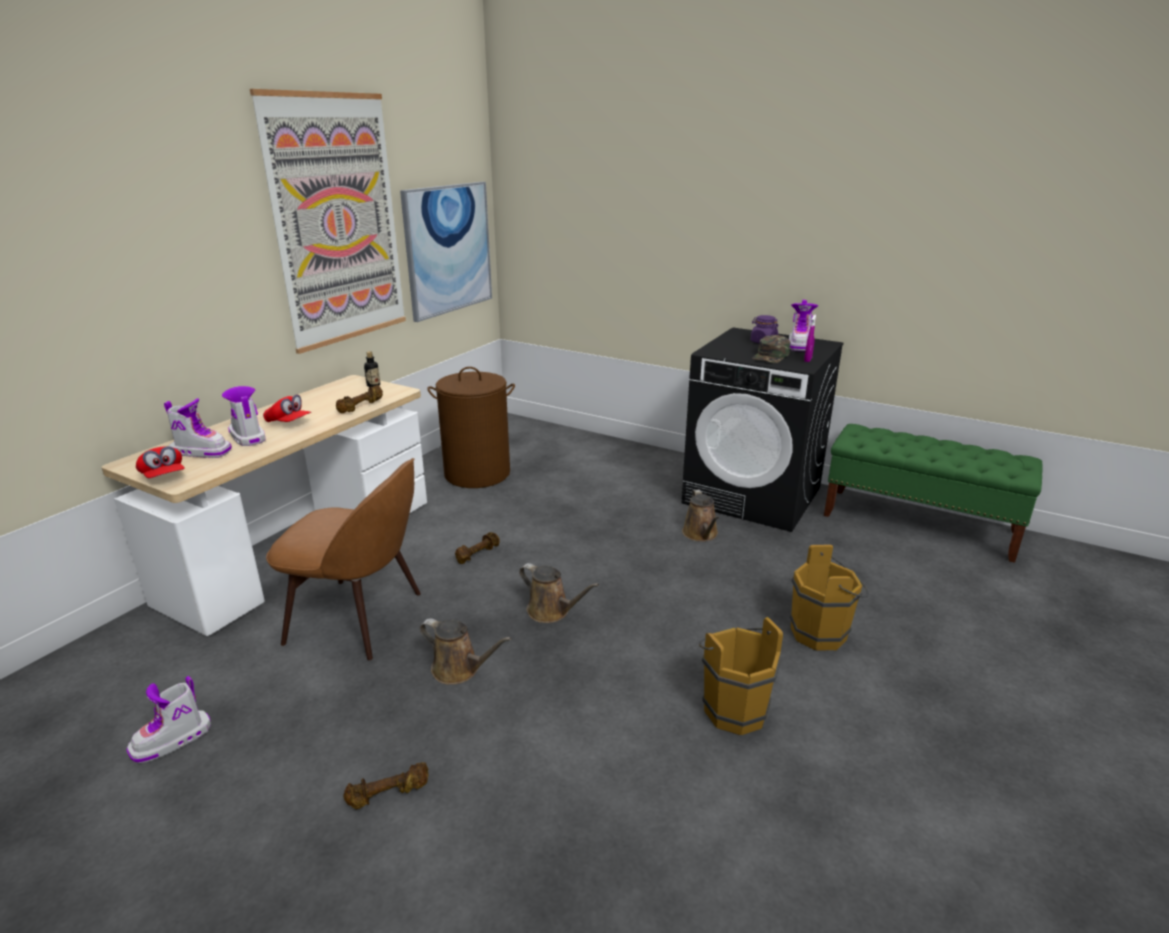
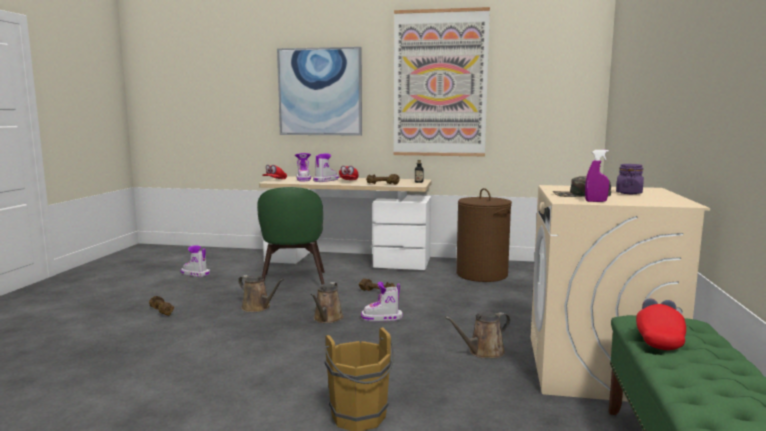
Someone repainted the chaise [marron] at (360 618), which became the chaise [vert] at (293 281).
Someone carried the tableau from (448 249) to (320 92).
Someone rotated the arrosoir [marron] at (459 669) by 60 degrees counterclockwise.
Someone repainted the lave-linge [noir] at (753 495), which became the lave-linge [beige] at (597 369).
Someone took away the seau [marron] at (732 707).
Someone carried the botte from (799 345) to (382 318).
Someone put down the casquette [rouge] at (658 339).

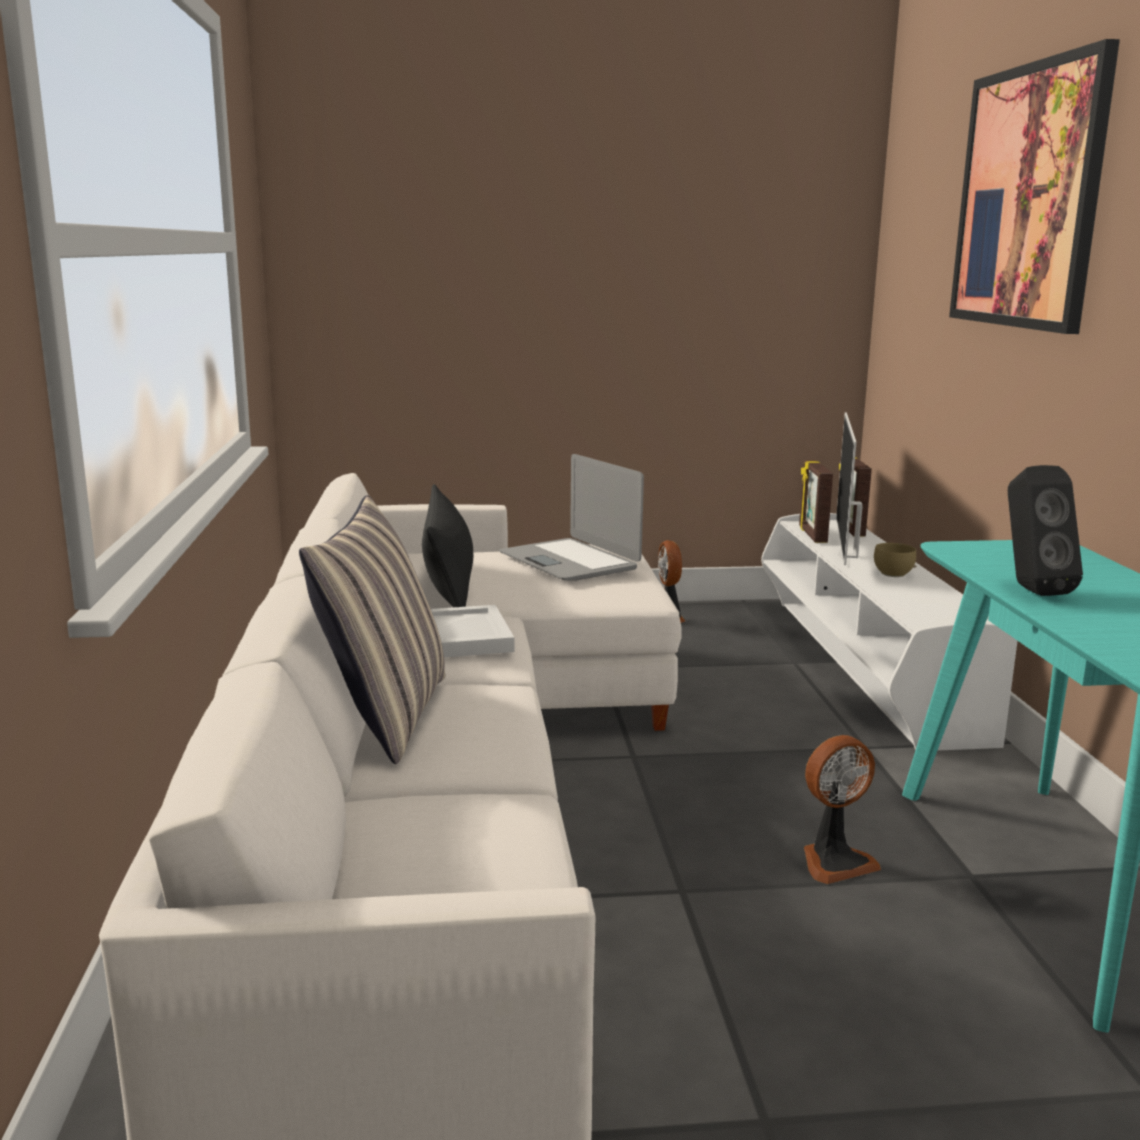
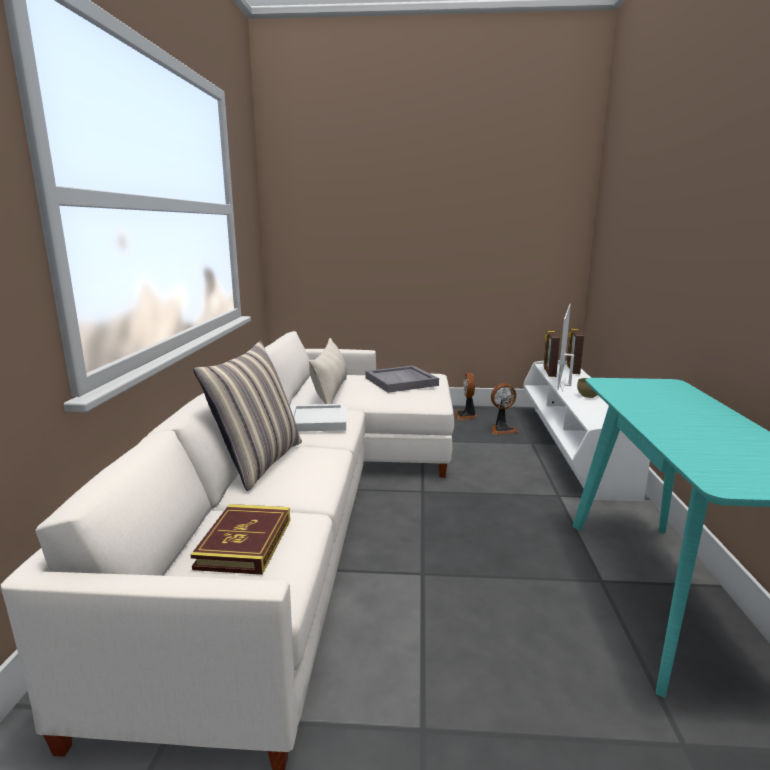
Someone repainted the coussin [noir] at (449 587), which became the coussin [beige] at (330 393).
Someone swapped the ordinateur portable at (570 561) for the plateau [gris] at (402 382).
Someone carried the ventilateur from (834 861) to (501 429).
Someone took away the tableau at (1028 197).
Someone took away the enceinte [noir] at (1030 590).
Someone put down the livre at (245 543).

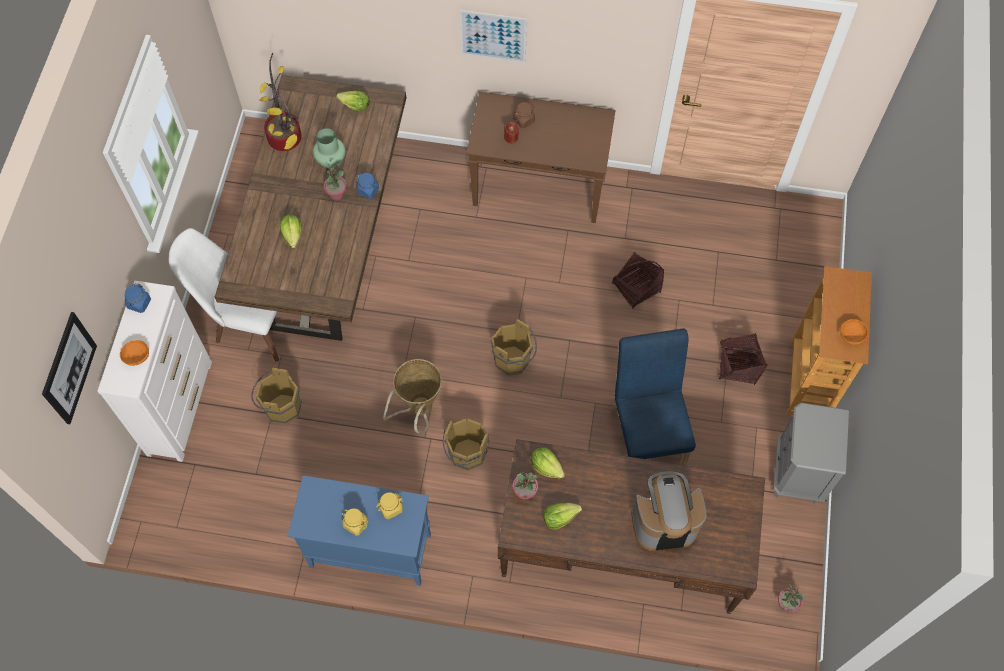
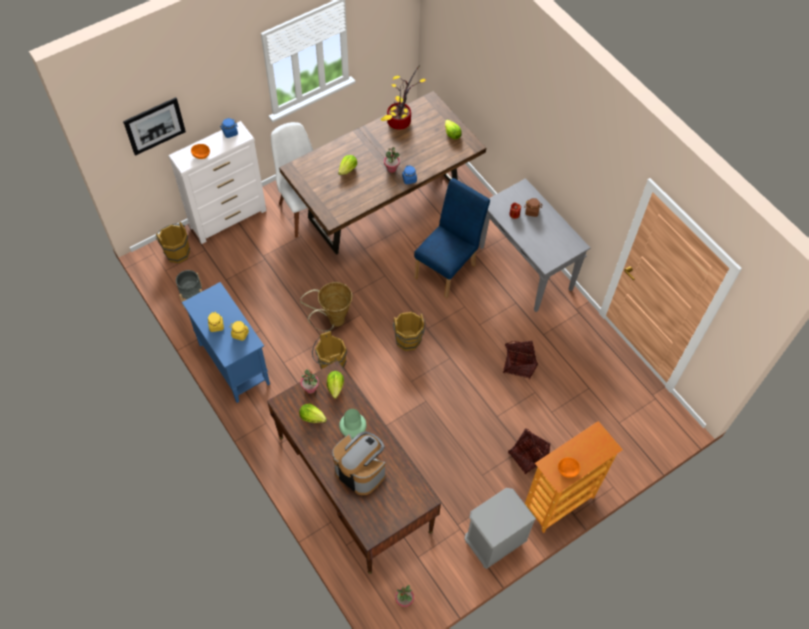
Someone carried the seau [marron] from (280 408) to (177 252).
Someone carried the vase [vert] from (330 161) to (352 430).
Someone took away the tableau at (493 36).
Someone repainted the table console [marron] at (540 188), which became the table console [gris] at (526 269).
Someone carried the chaise [bleu] from (647 433) to (448 268).
Someone put down the cache-pot [gris] at (192 296).

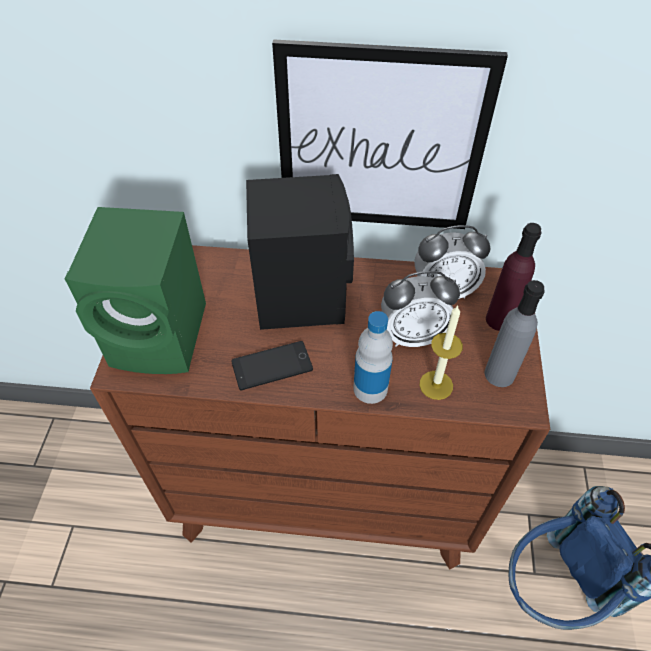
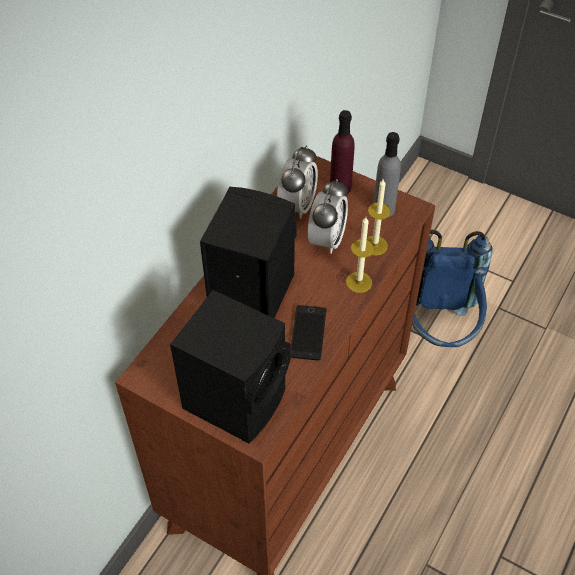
Someone repainted the enceinte [vert] at (163 336), which became the enceinte [noir] at (237 397).
Someone took away the tableau at (380 143).
Someone swapped the bouteille at (370 388) for the bougie at (359 282).

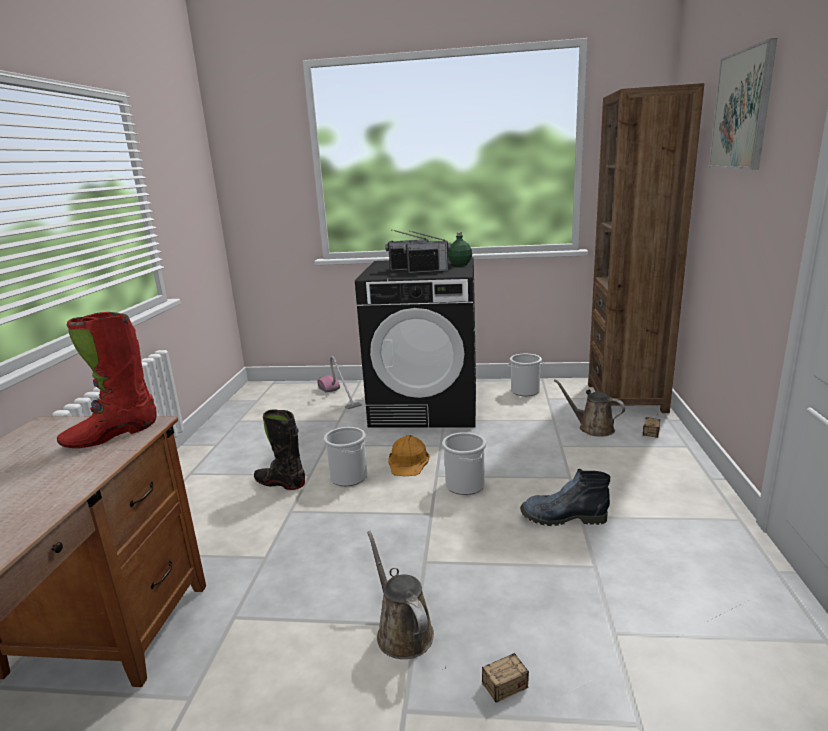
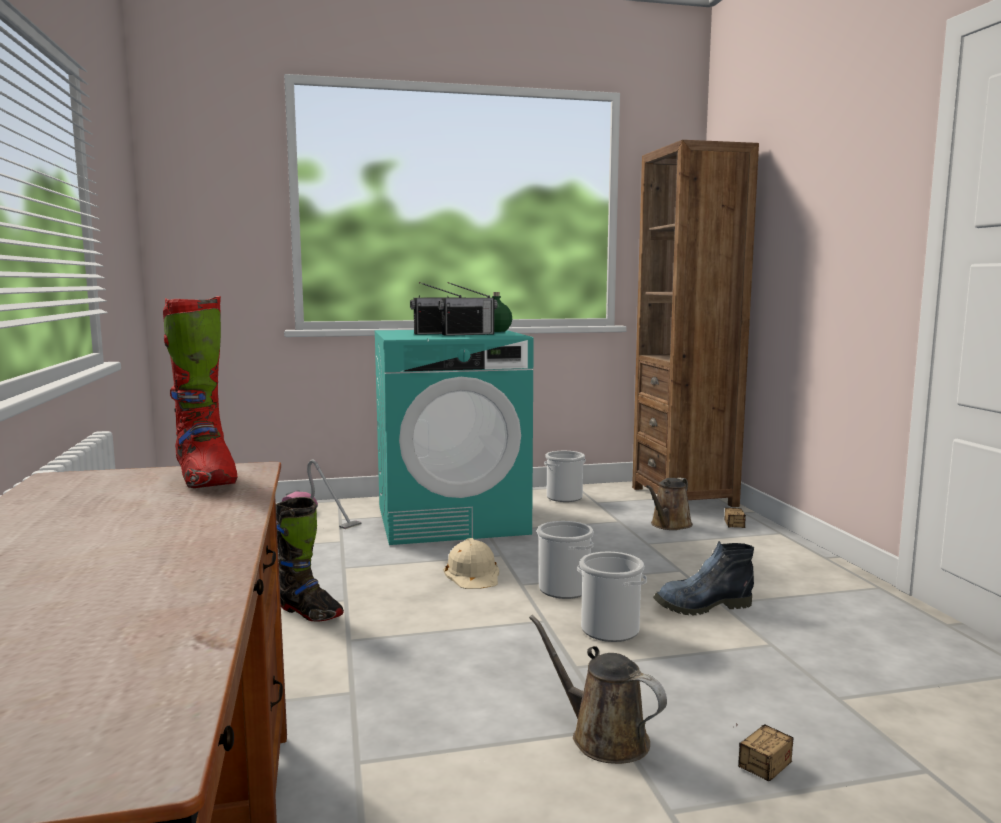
Someone rotated the botte [rouge] at (111 435) by 60 degrees counterclockwise.
Someone rotated the botte [noir] at (280 483) by 150 degrees counterclockwise.
Someone carried the seau from (349 477) to (610 630).
Someone repainted the lave-linge [noir] at (426 407), which became the lave-linge [turquoise] at (452 519).
Someone repainted the casque de chantier [orange] at (408 461), which became the casque de chantier [beige] at (473 574).
Someone rotated the arrosoir [marron] at (593 428) by 75 degrees counterclockwise.
Someone took away the tableau at (742 110).

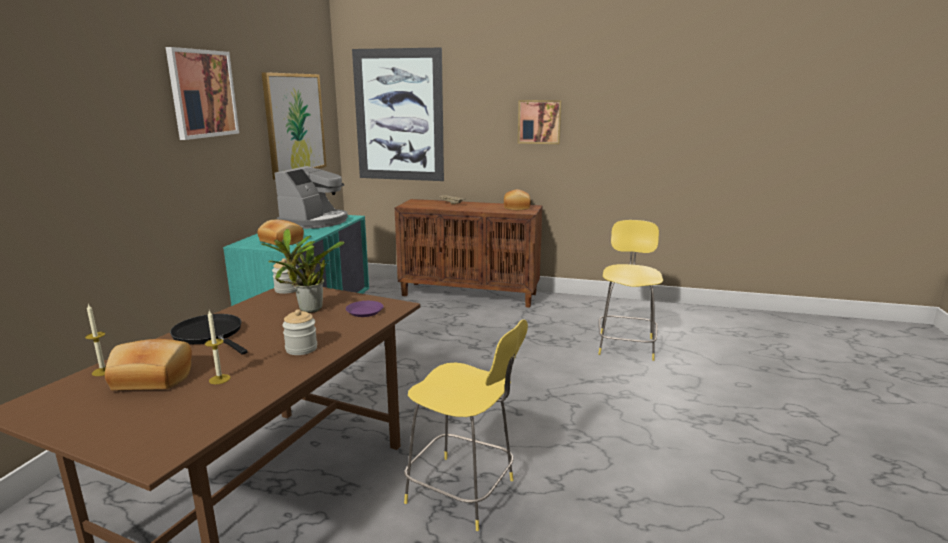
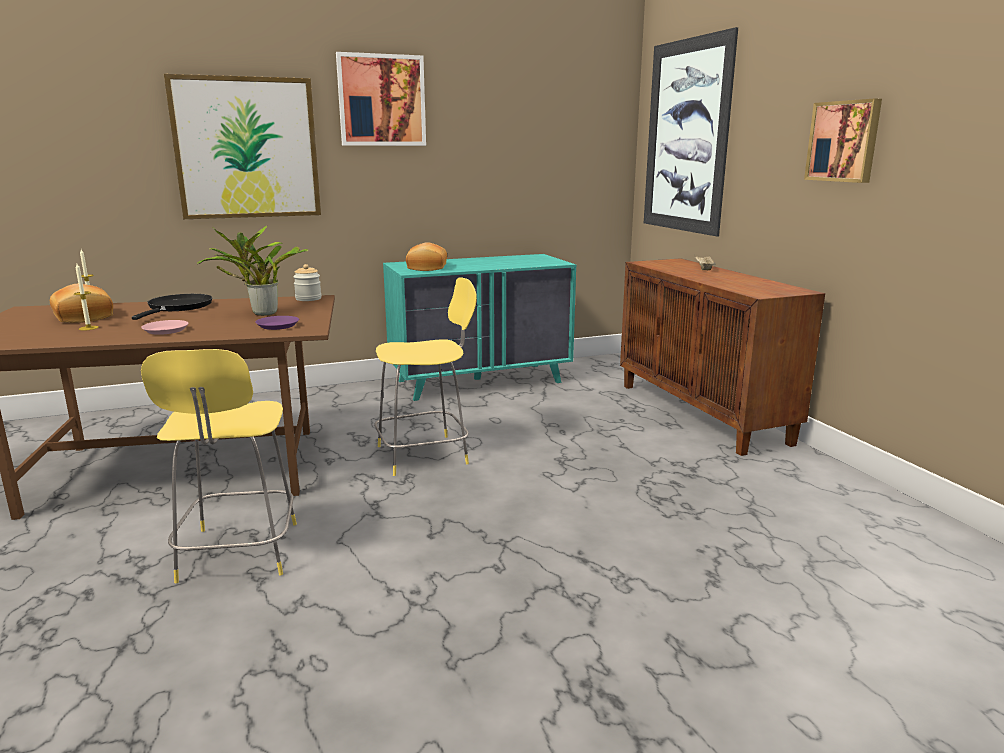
Someone carried the tableau from (295 124) to (246 148).
Someone took away the machine à café at (315 222).
Someone swapped the bocal at (301 349) for the assiette [rose] at (165 330).
Someone took away the pain at (517 207).
Someone carried the tabouret [jaune] from (626 345) to (426 454).

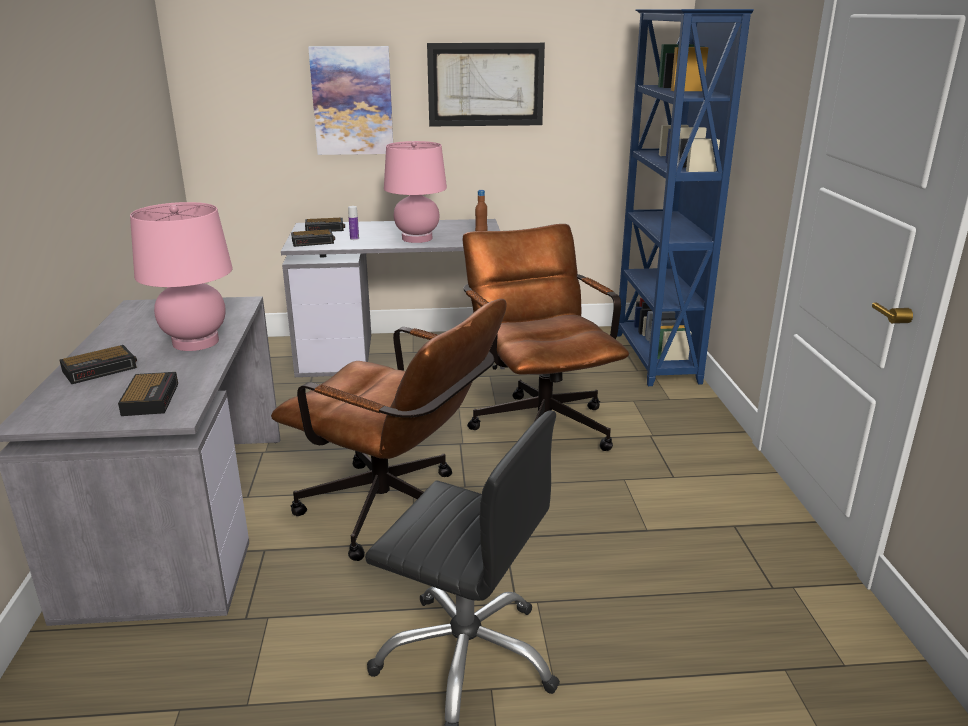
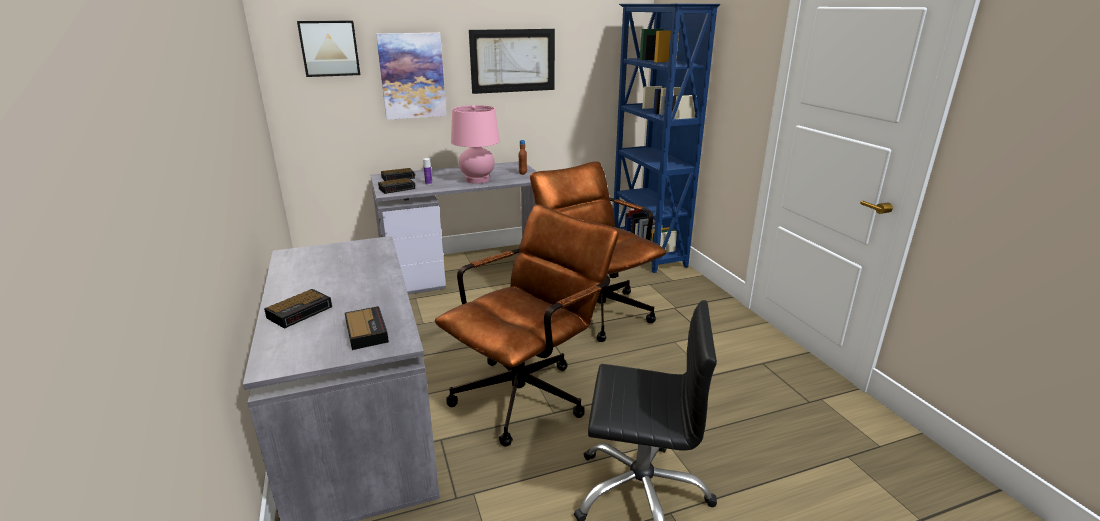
Someone took away the lampe de table [rose] at (195 342).
Someone rotated the chaise de bureau [marron] at (397 513) by 60 degrees counterclockwise.
Someone put up the tableau at (329 48).

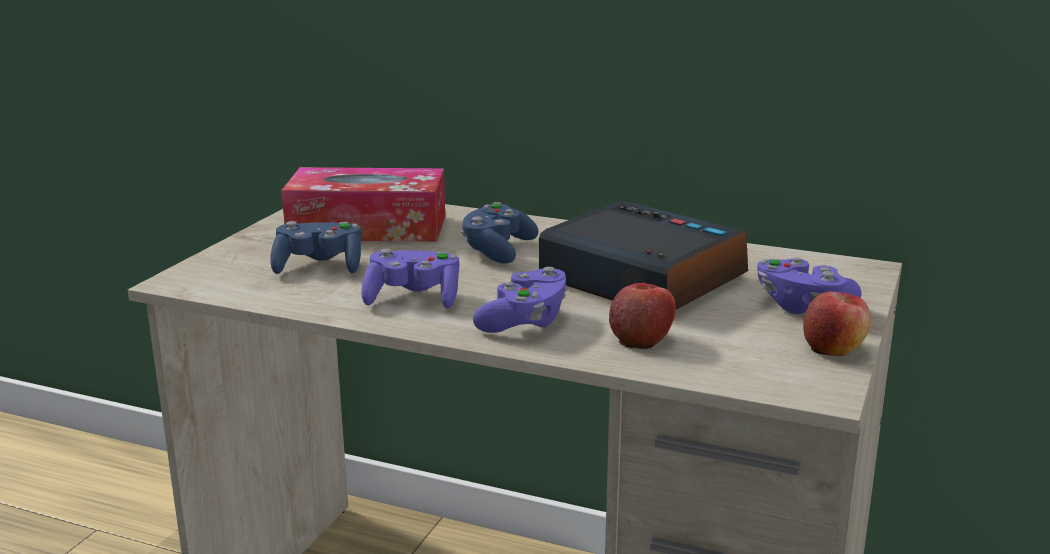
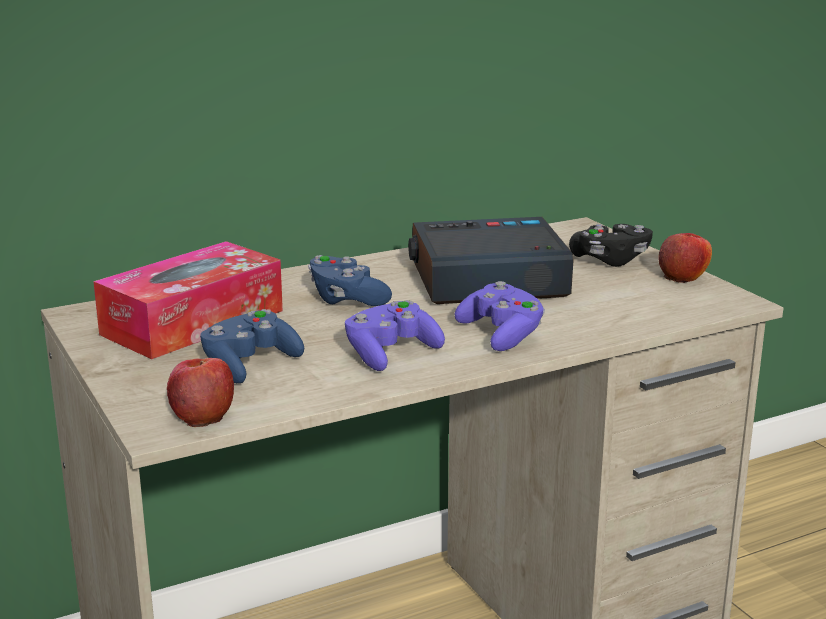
Someone carried the pomme from (641 338) to (202 415).
Someone repainted the manette [violet] at (803 306), which became the manette [noir] at (610 260).

